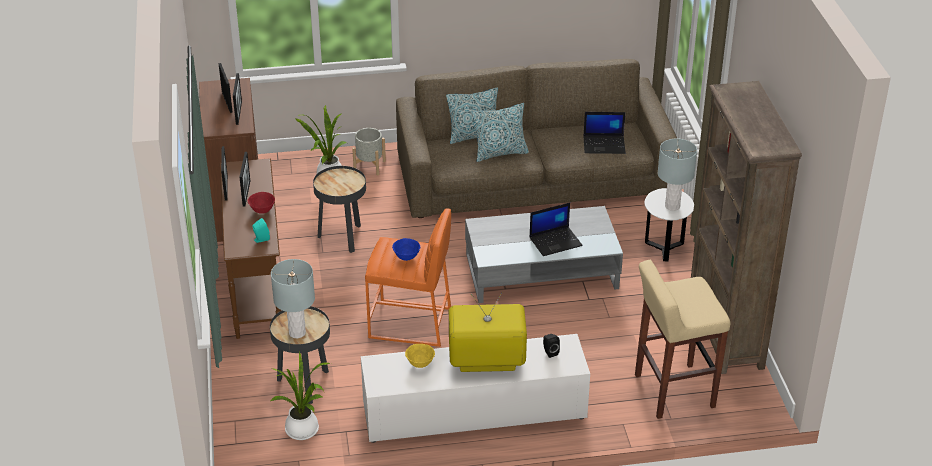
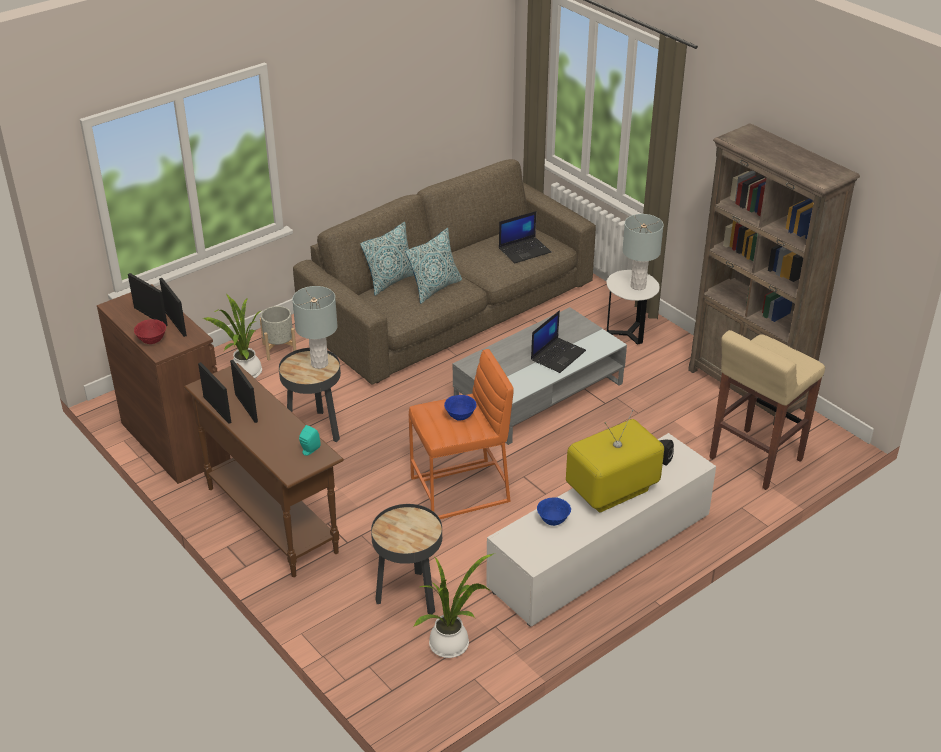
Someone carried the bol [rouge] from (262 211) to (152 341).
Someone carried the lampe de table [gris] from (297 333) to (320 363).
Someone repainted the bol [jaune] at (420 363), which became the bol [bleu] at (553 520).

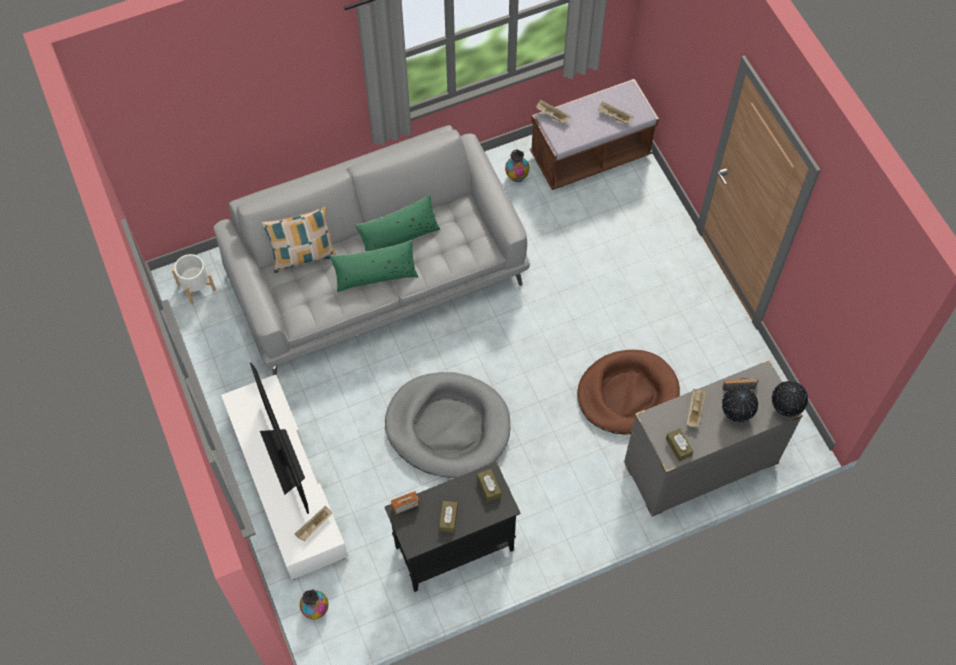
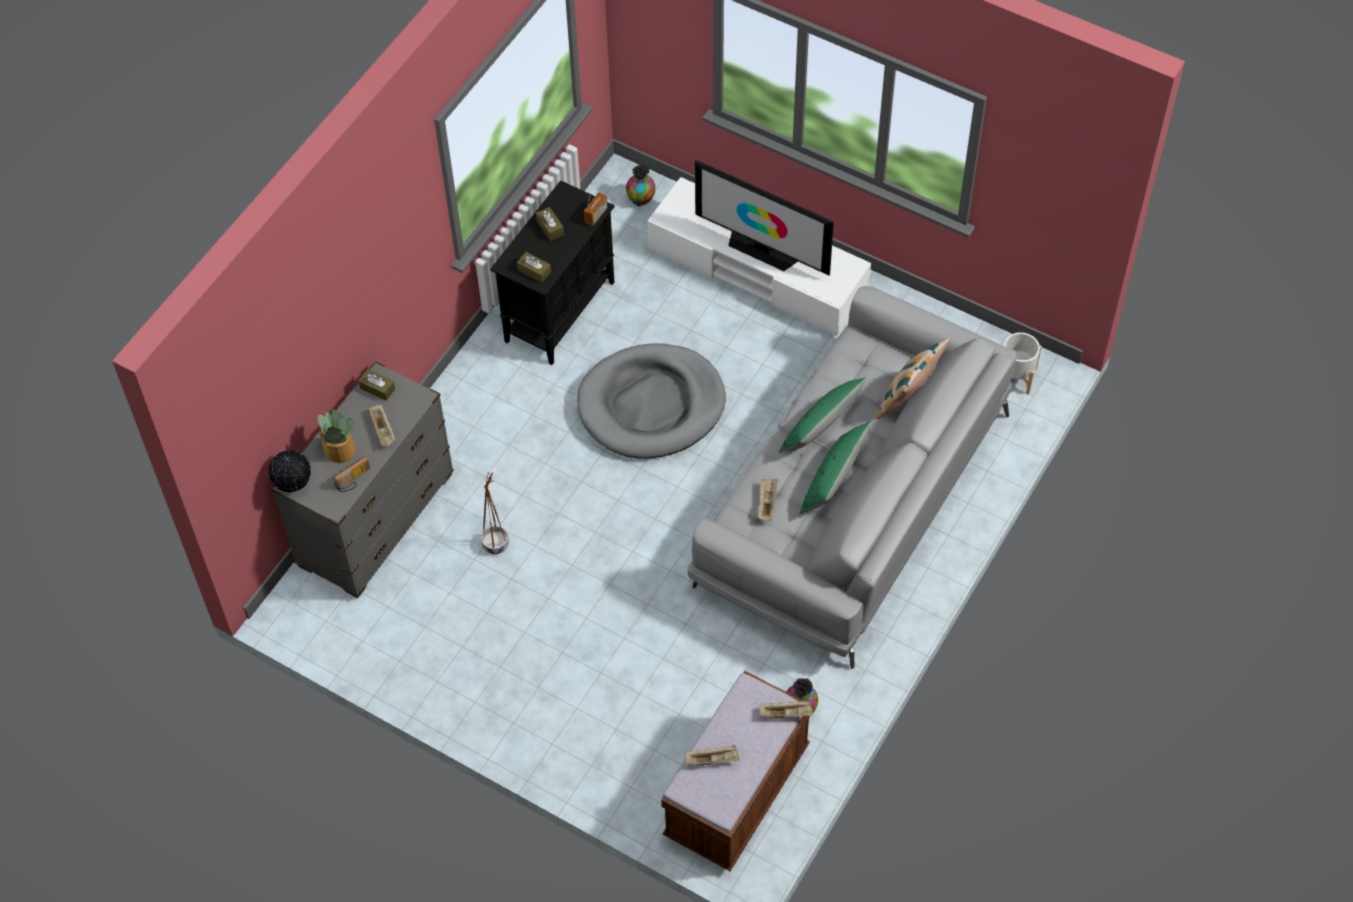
Someone carried the plateau [beige] from (314 527) to (767 503).
Someone swapped the panier pour chien [marron] at (627 394) for the cache-pot [marron] at (496 544).
Someone swapped the globe at (736 414) for the plante en pot at (340 451).

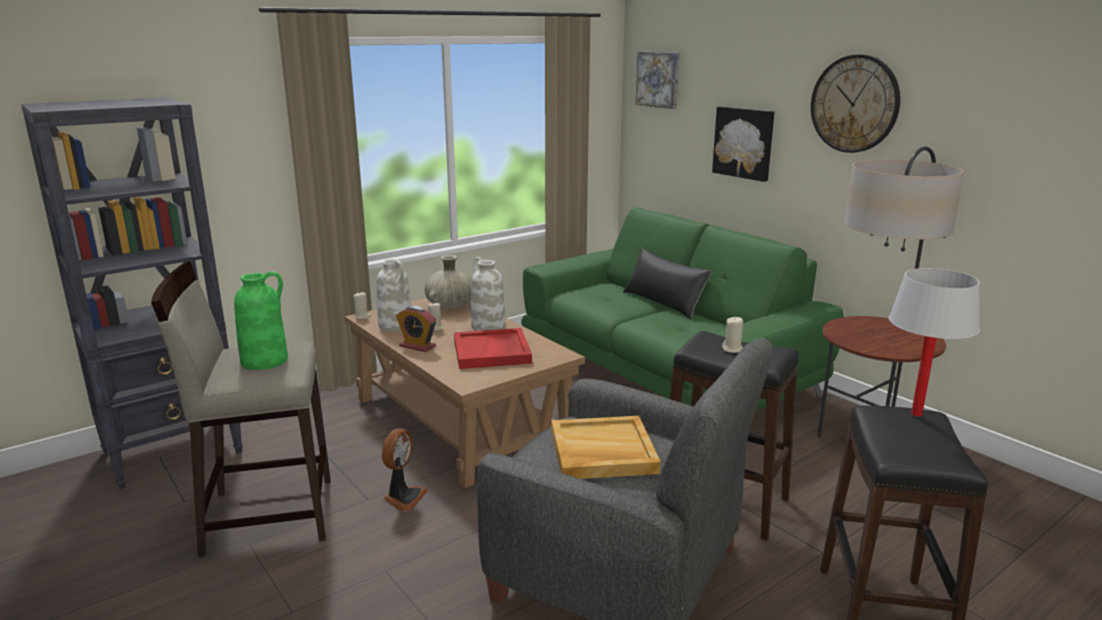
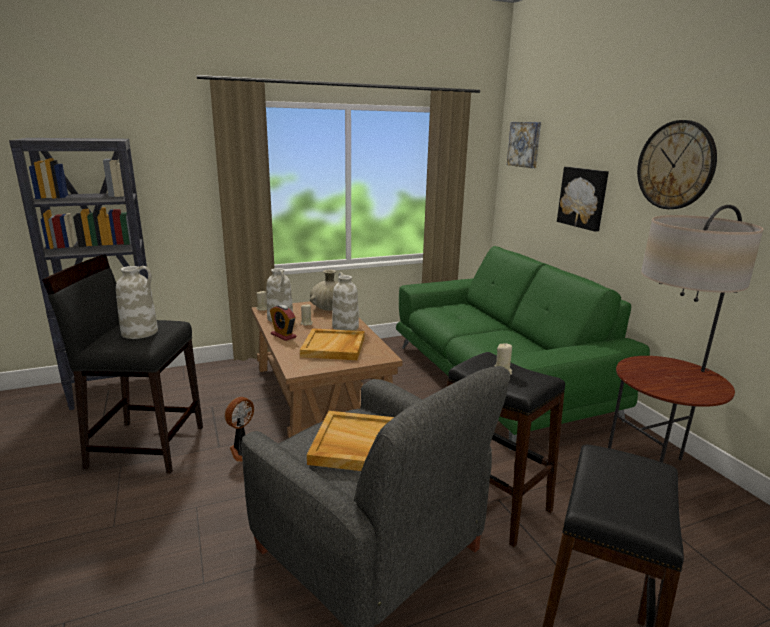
Someone repainted the tabouret [beige] at (267 515), which became the tabouret [noir] at (146 446).
Someone repainted the vase [vert] at (265 360), which became the vase [blanc] at (140 332).
Someone repainted the plateau [rouge] at (492 352), which became the plateau [beige] at (334 347).
Someone took away the coussin [noir] at (664 302).
Someone took away the lampe de table [blanc] at (916 414).

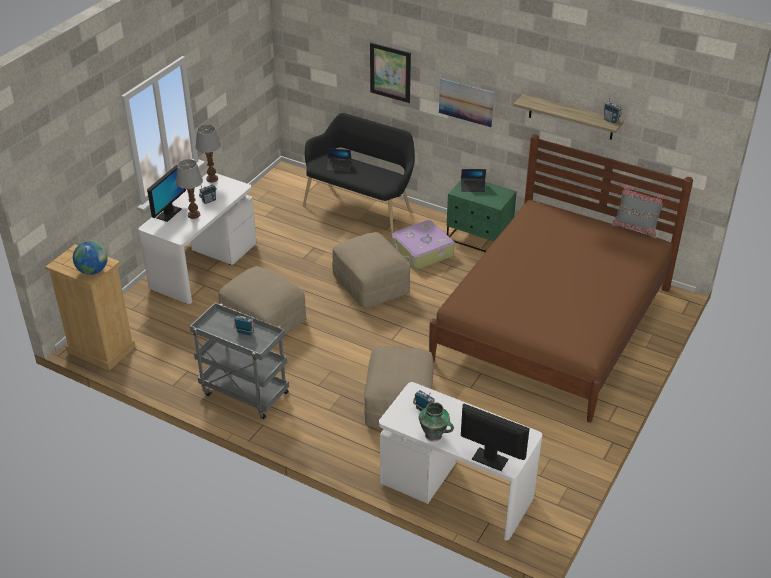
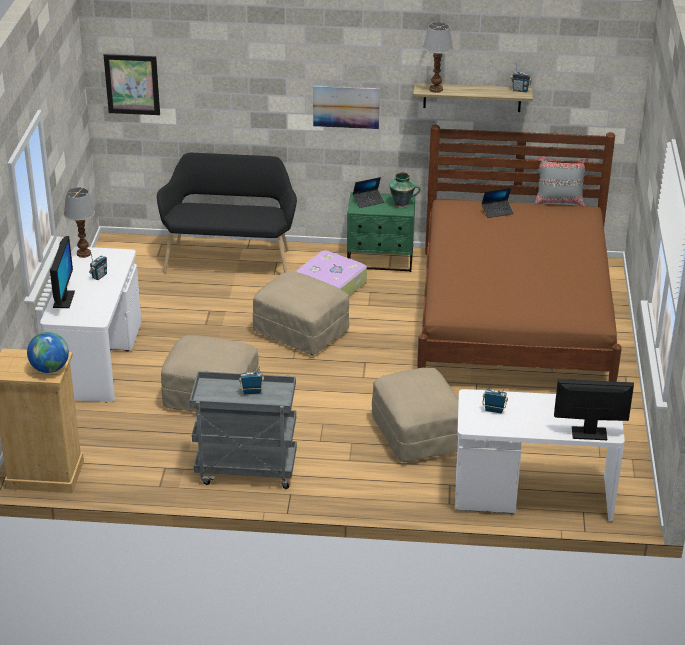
Someone carried the lampe de table from (193 215) to (435 89).
Someone carried the ordinateur portable from (339 167) to (497 211).
Someone carried the tableau from (390 72) to (132 84).
Someone carried the vase from (434 435) to (402 204).

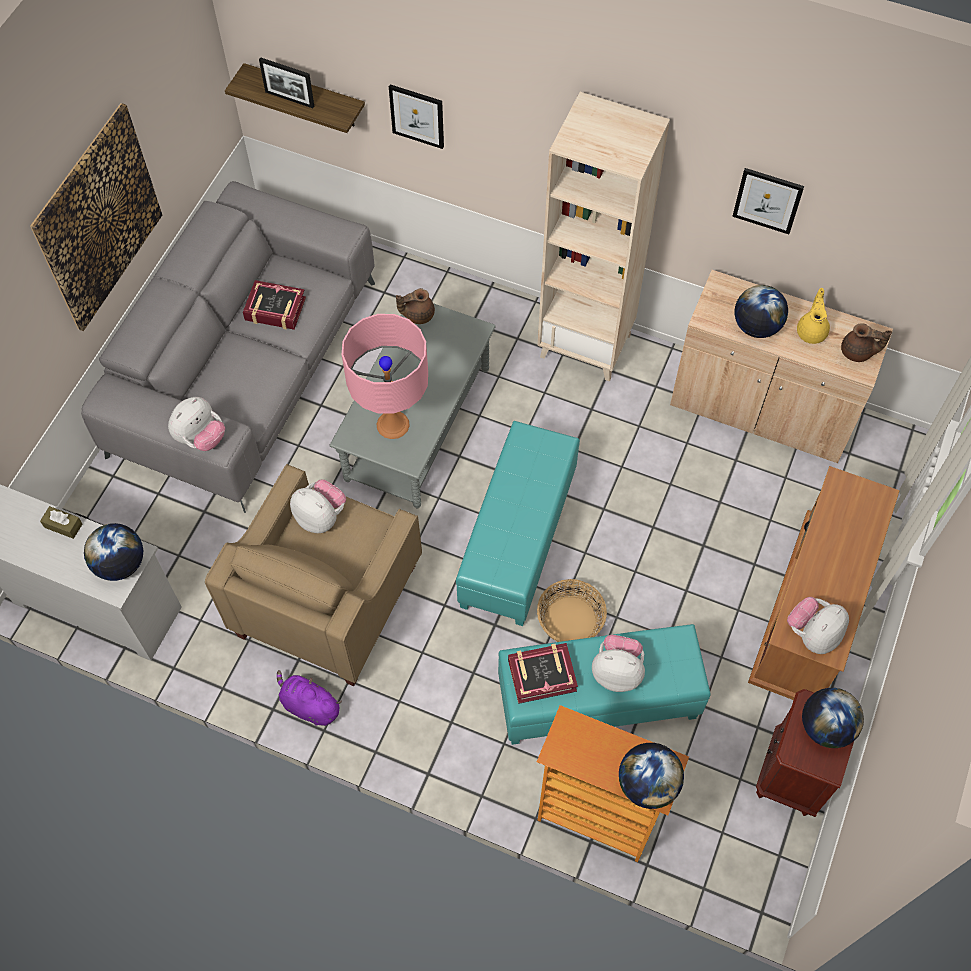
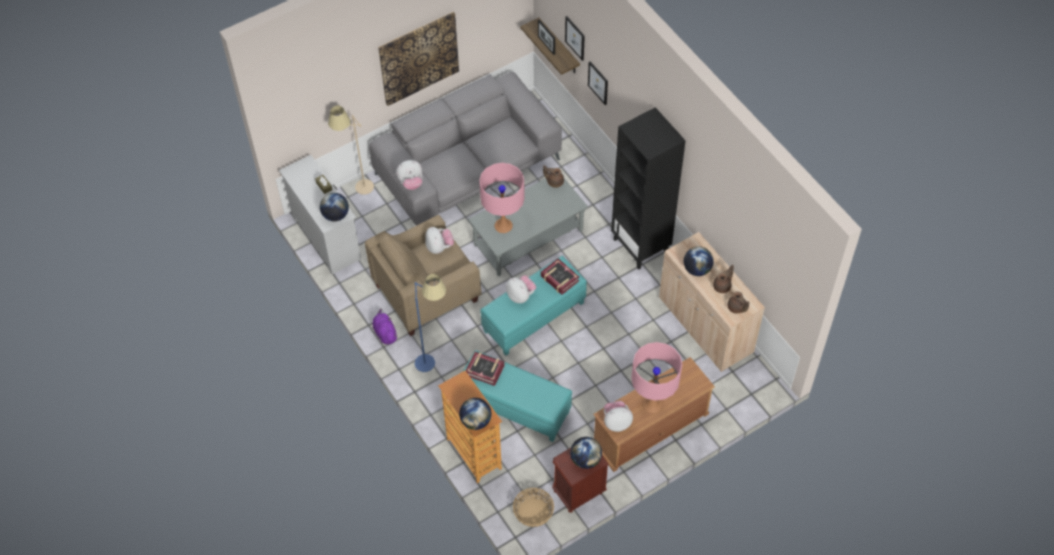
Someone carried the livre from (275 309) to (559 279).
Someone repainted the bibliothèque [beige] at (586 345), which became the bibliothèque [noir] at (641 246).
Someone carried the panier from (570 621) to (533 512).
Someone carried the peluche from (617 672) to (521 295).
Someone carried the tableau from (767 200) to (575 38).
Someone repainted the théière [jaune] at (812 331), which became the théière [marron] at (722 286).
Someone put down the lampadaire [beige] at (358 192).
Someone put down the lampadaire [bleu] at (433 360).
Someone put down the lampe de table [rose] at (652 404).

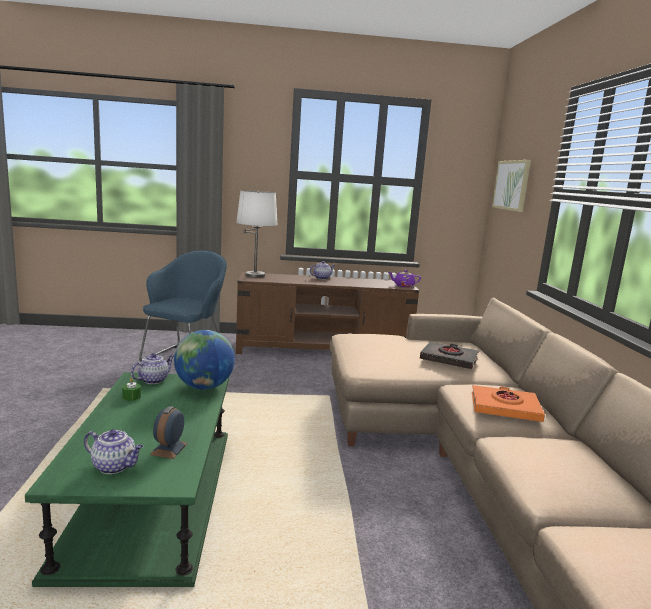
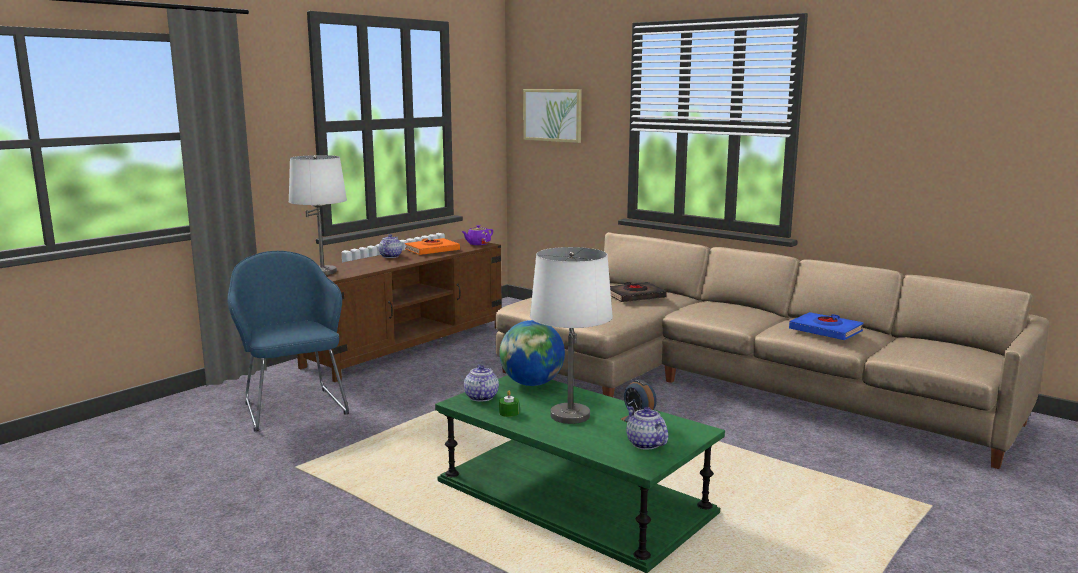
Someone rotated the théière at (115 466) by 90 degrees counterclockwise.
Someone carried the livre [orange] from (505 408) to (432 250).
Someone put down the lampe de table [blanc] at (569 415).
Someone put down the livre [bleu] at (825 331).

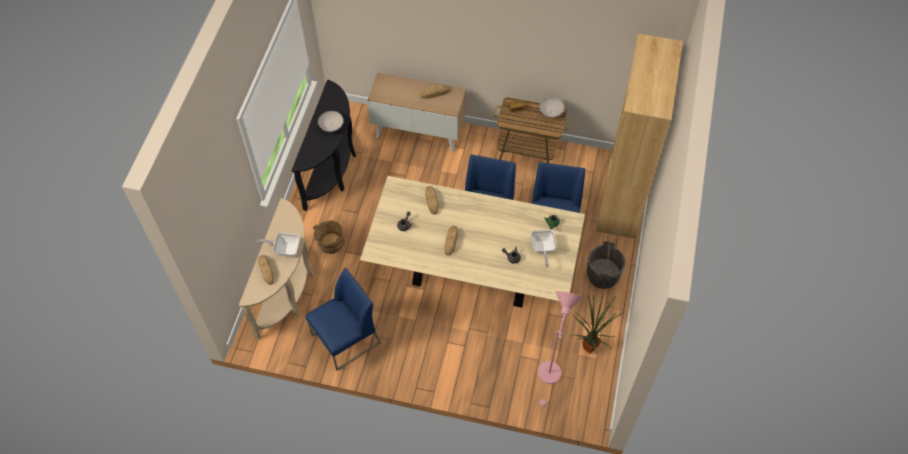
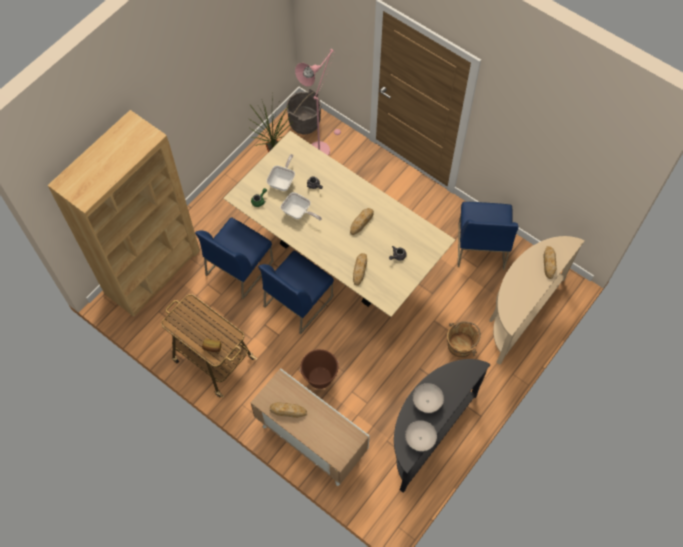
Someone carried the poêle from (285 249) to (298 213).
Someone rotated the chaise [bleu] at (345 339) by 75 degrees counterclockwise.
Someone carried the bol [blanc] from (551 112) to (419 439).
Someone carried the seau [gris] from (603 275) to (304 122).
Someone put down the seau [marron] at (320 378).

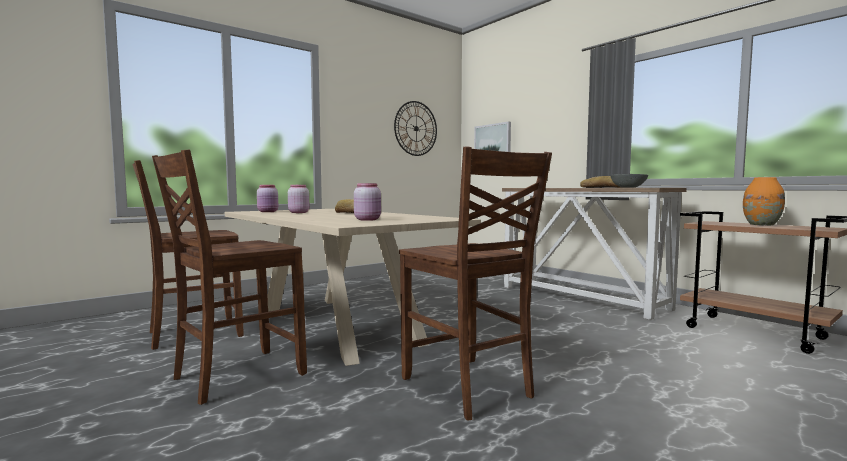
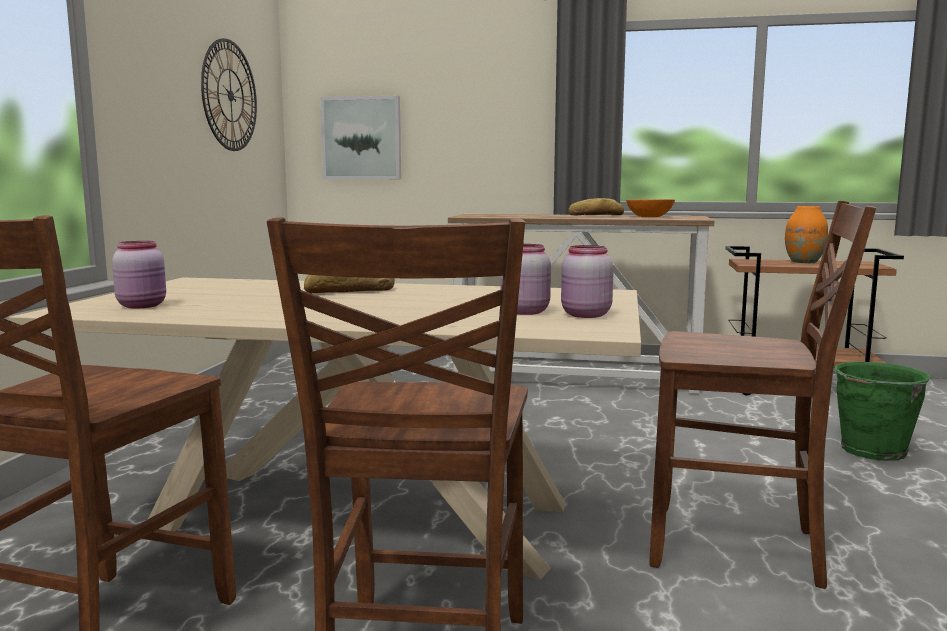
Someone carried the bocal [rose] from (298 212) to (584 315).
Someone repainted the bol [gris] at (628 187), which became the bol [orange] at (650 217).
Someone put down the seau [vert] at (871 451).

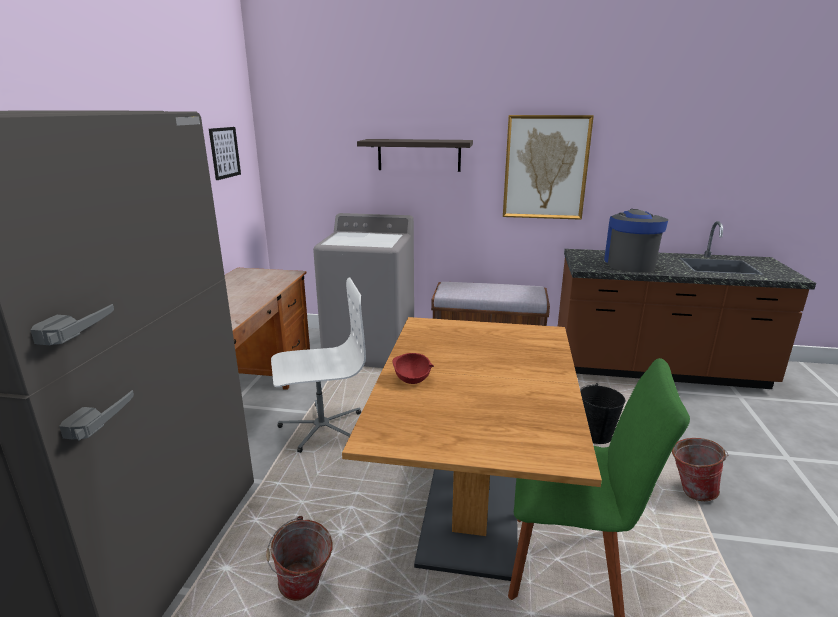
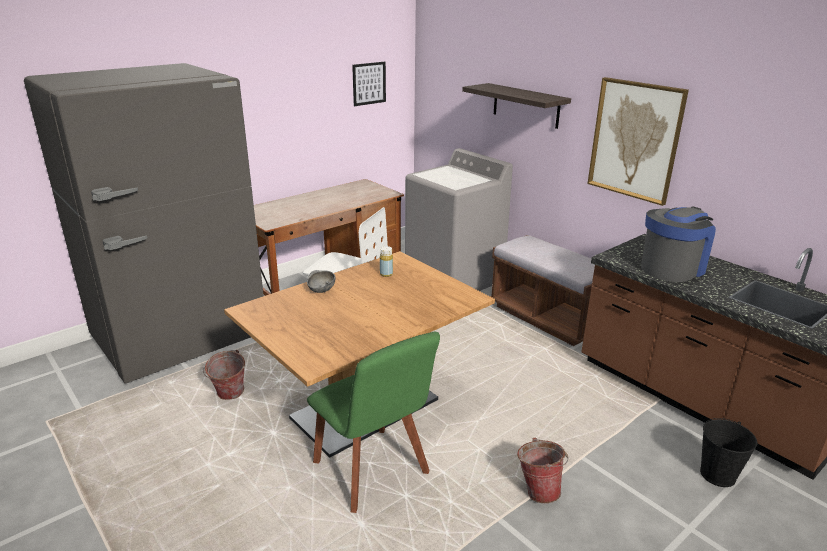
Someone repainted the bol [rouge] at (412 380), which became the bol [gris] at (321 290).
Someone carried the seau [noir] from (596 435) to (718 475).
Someone put down the bouteille [jaune] at (386 274).

